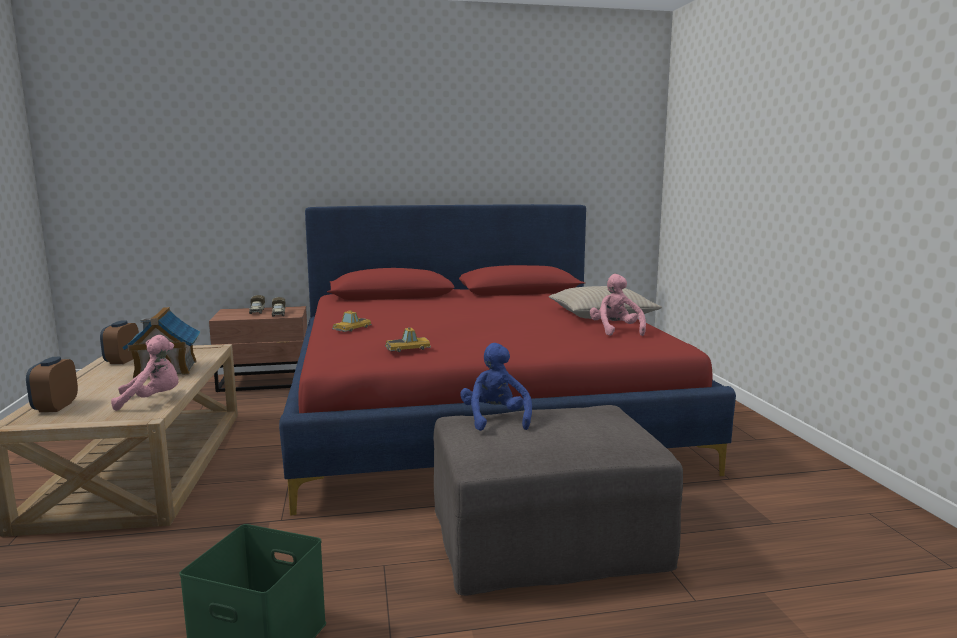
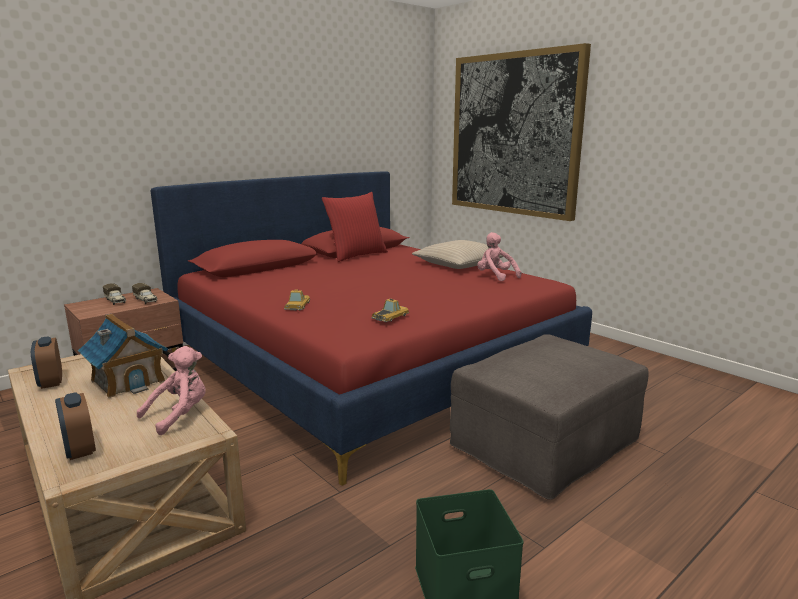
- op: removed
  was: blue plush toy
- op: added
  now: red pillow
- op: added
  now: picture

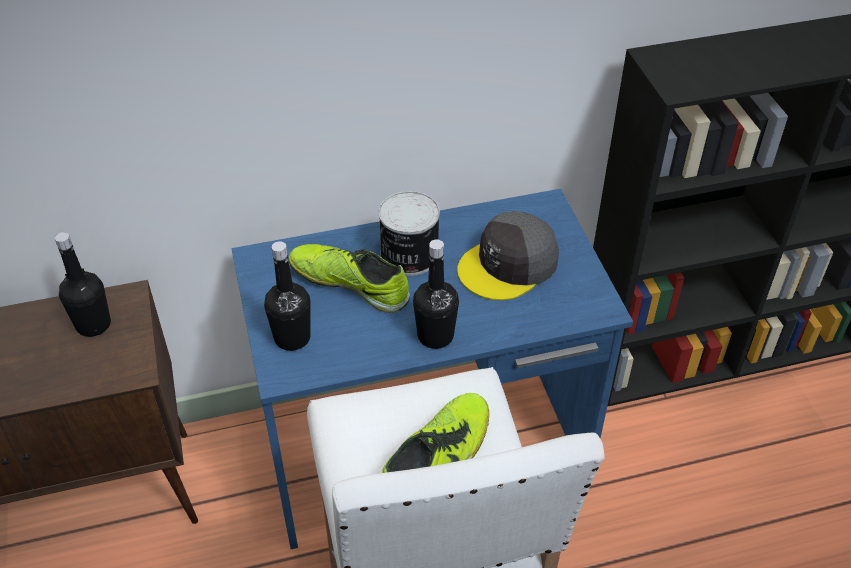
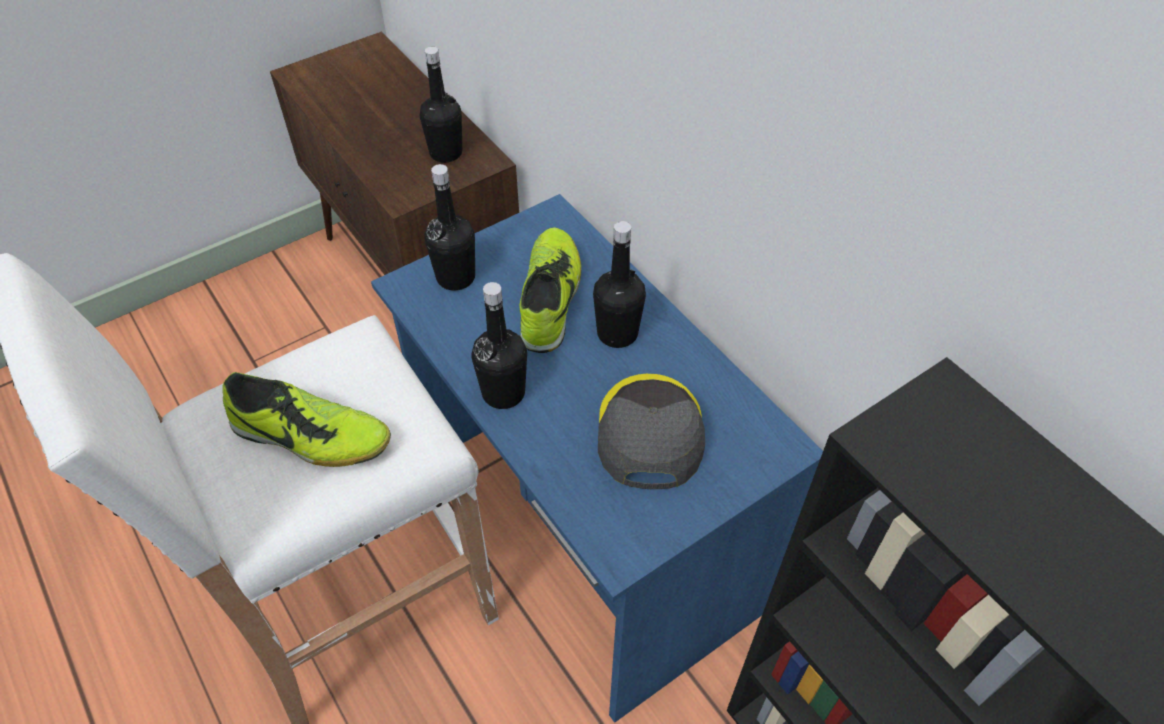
- op: replaced
  was: can
  now: black bottle (4th from left)
- op: turned
  was: grey cap
  clockwise: 60

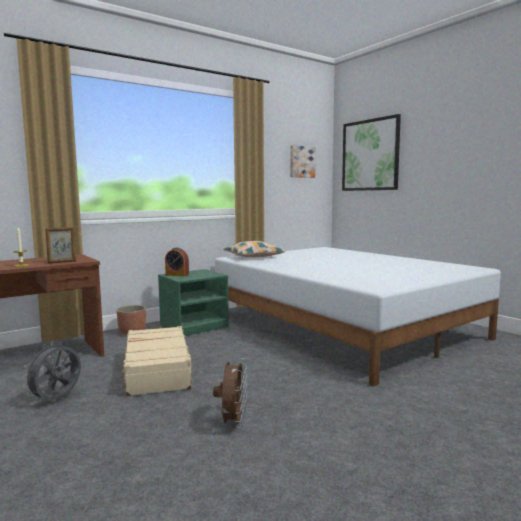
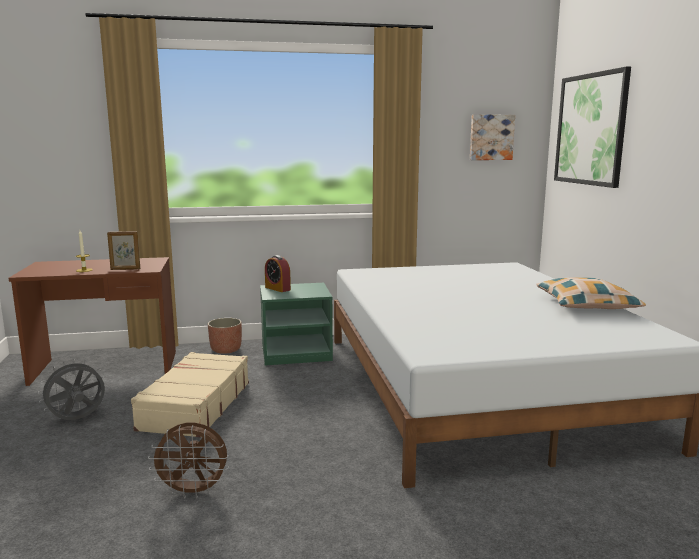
- op: moved
  was: pillow
- op: turned
  was: brown fan
  clockwise: 60

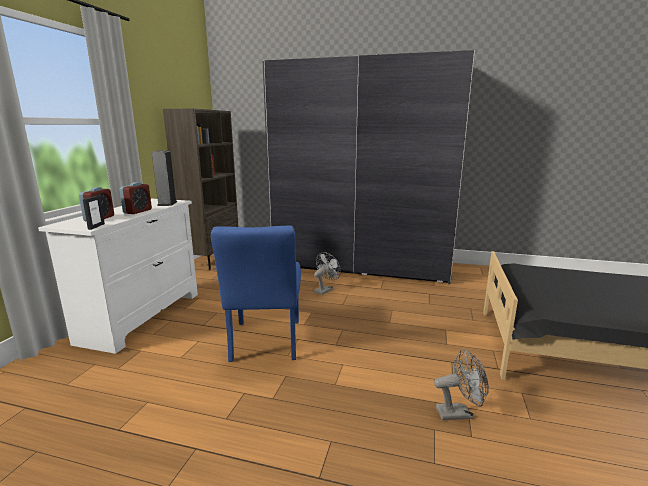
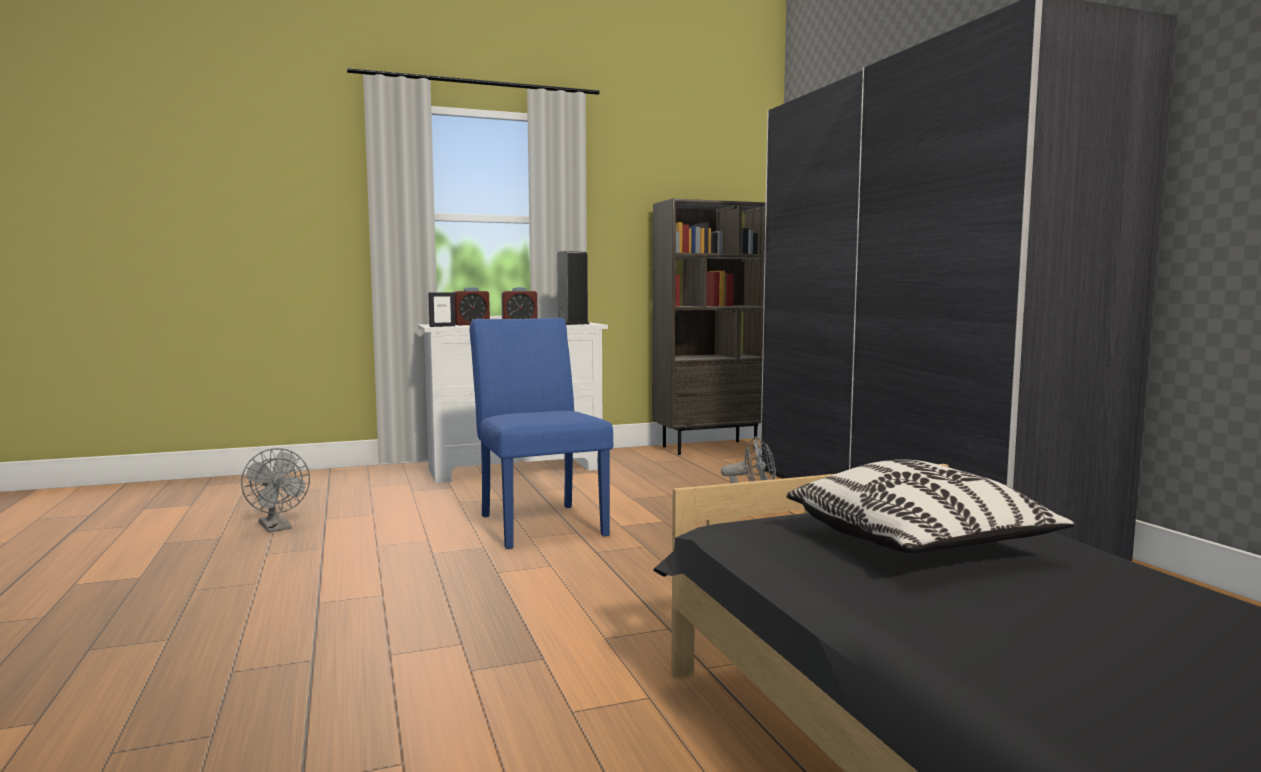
- op: added
  now: pillow
- op: moved
  was: grey fan (2nd from left in the first image)
  now: grey fan (1st from left)
- op: turned
  was: blue chair
  clockwise: 105

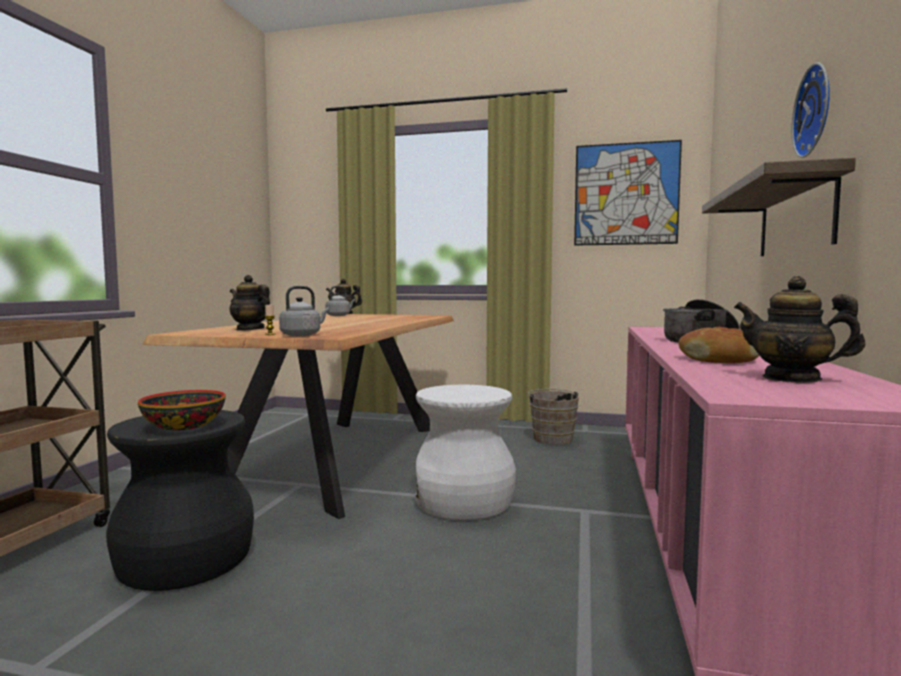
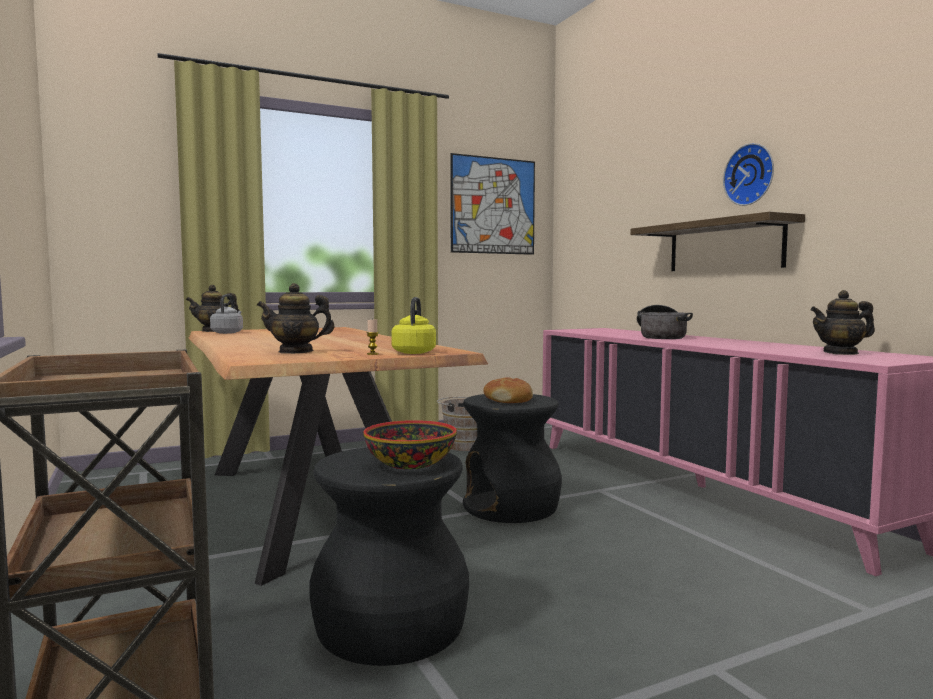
- op: moved
  was: bread
- op: recoloured
  was: grey kettle (1st from left)
  now: yellow kettle
- op: recoloured
  was: white stool
  now: black stool (2nd from left)

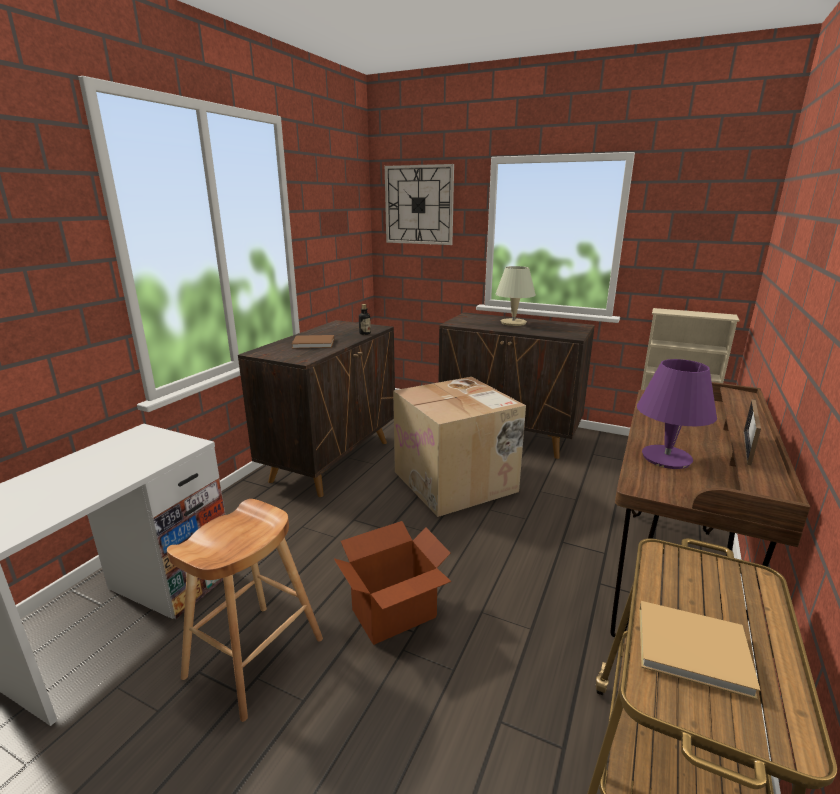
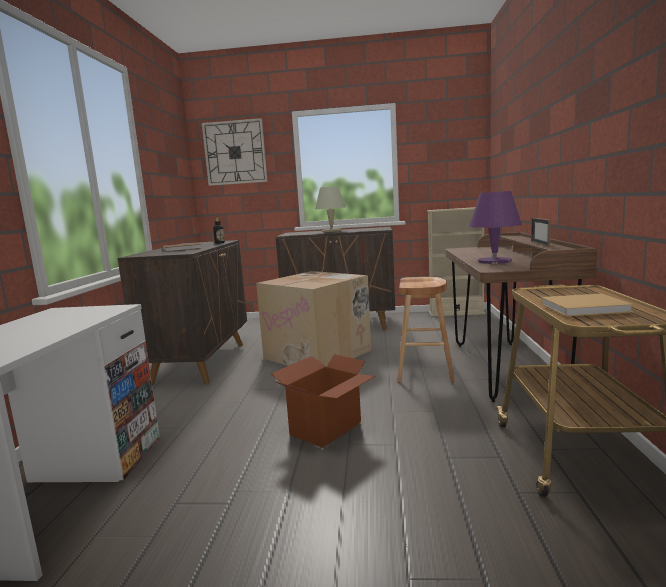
- op: moved
  was: brown stool

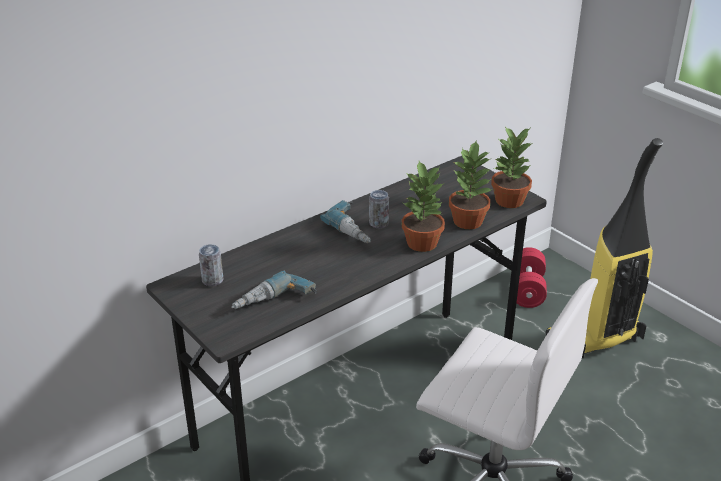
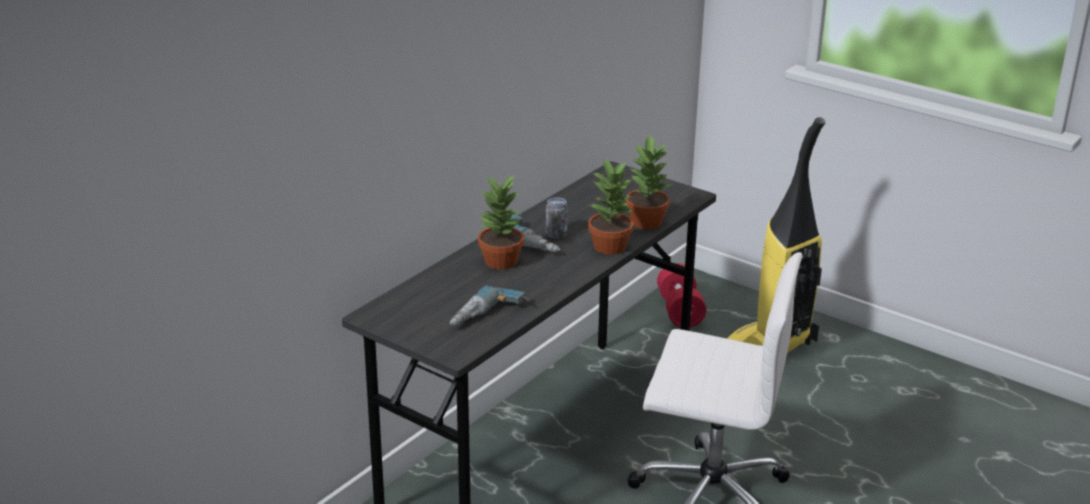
- op: removed
  was: can (1st from left)
- op: moved
  was: potted plant (3rd from left in the first image)
  now: potted plant (1st from left)

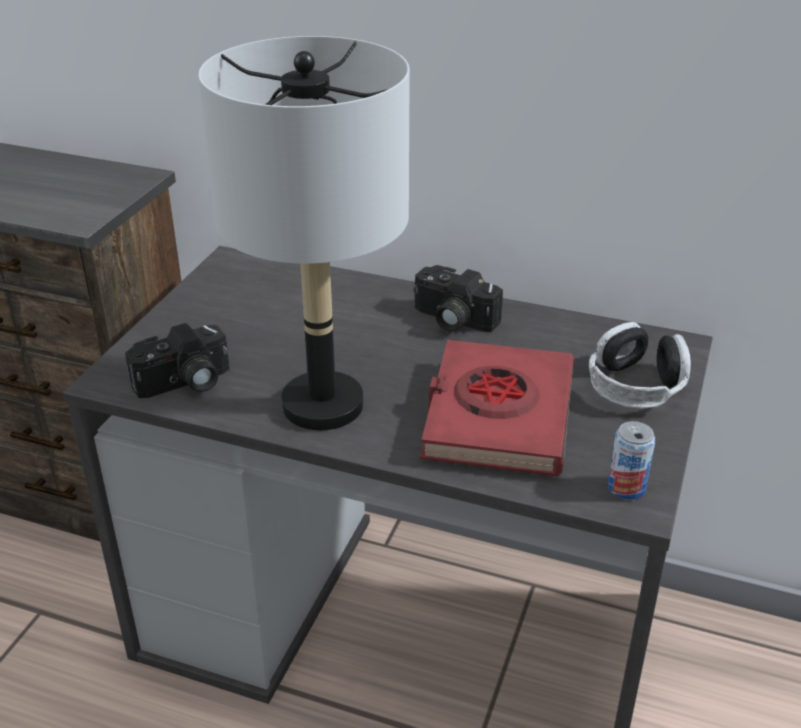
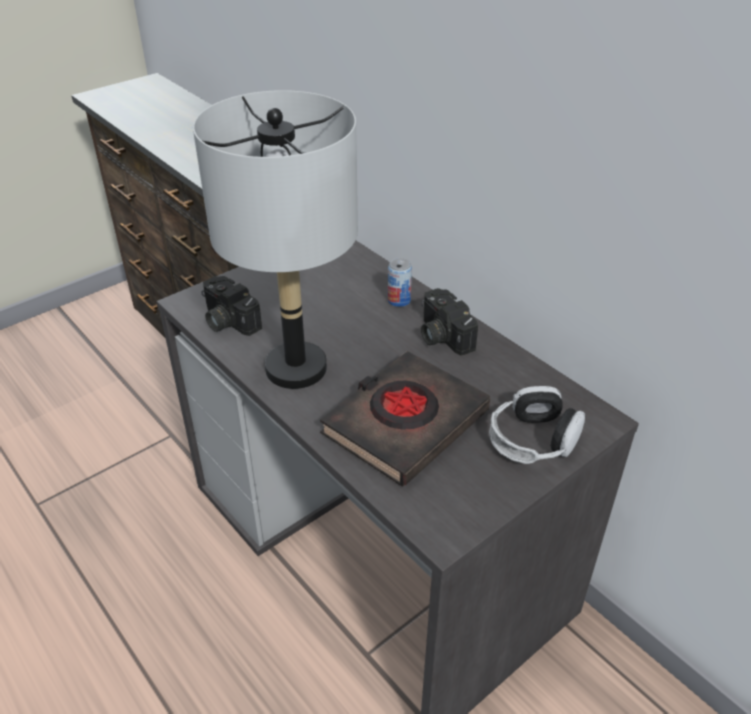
- op: moved
  was: can
- op: recoloured
  was: red book
  now: black book
- op: turned
  was: photo camera (1st from left)
  clockwise: 45

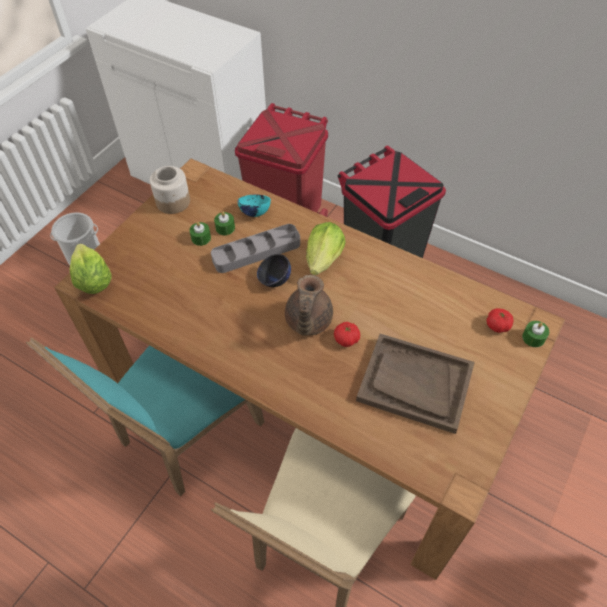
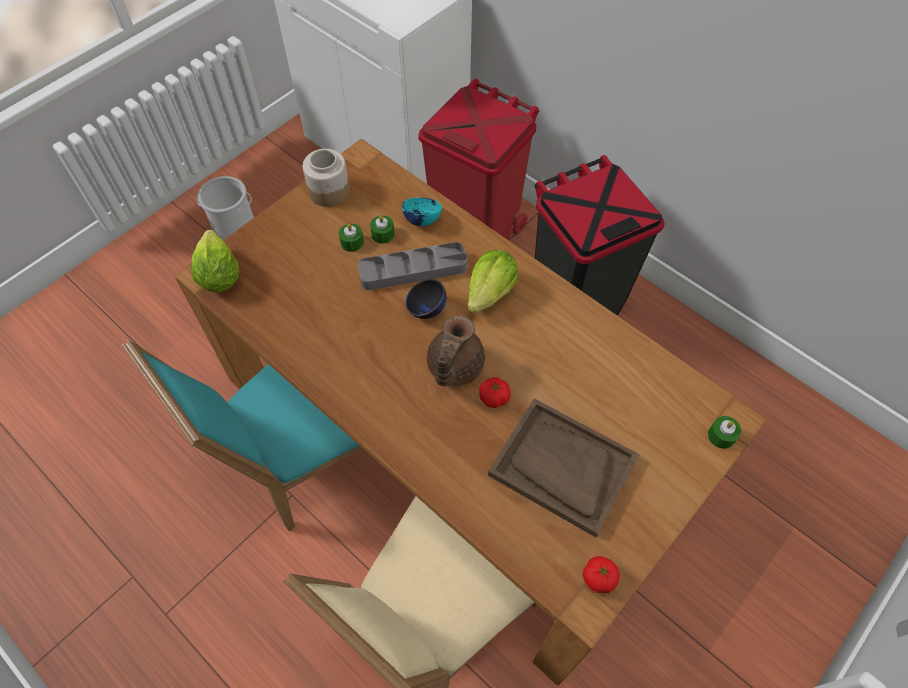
- op: moved
  was: tomato (2nd from left)

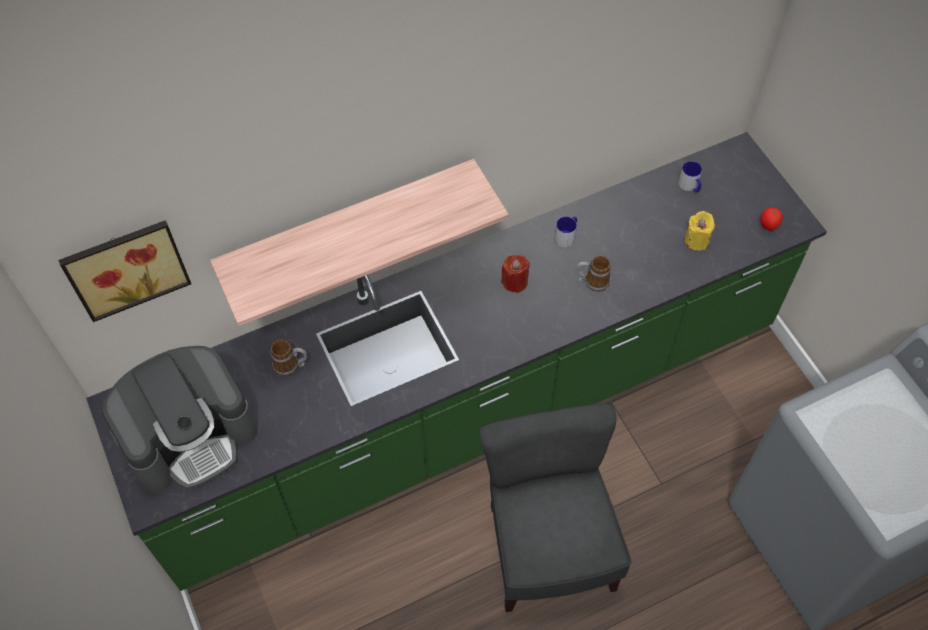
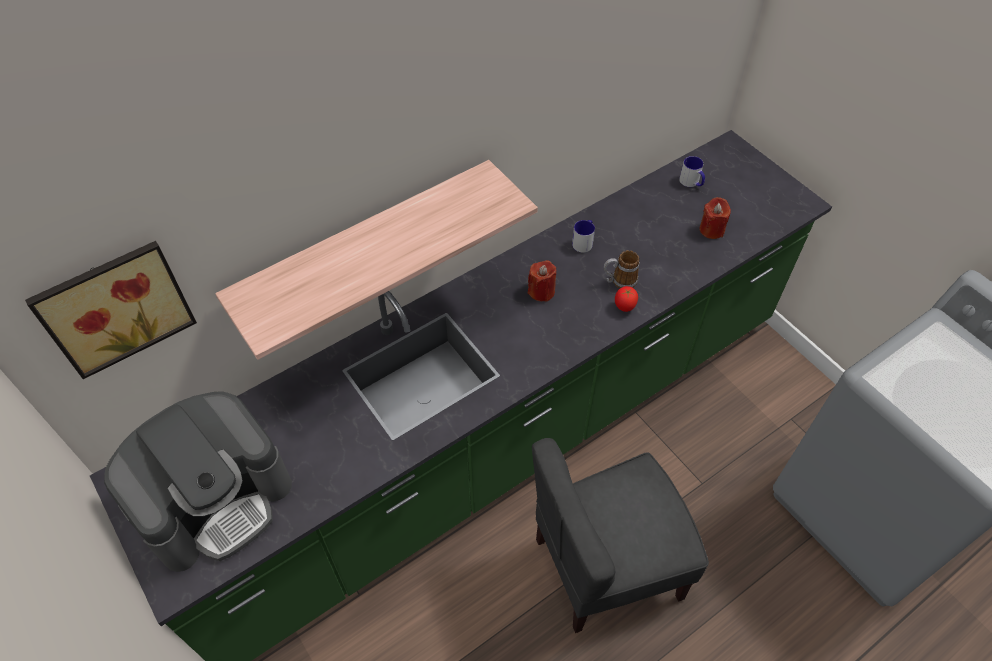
- op: removed
  was: mug (1st from left)
- op: moved
  was: tomato
- op: recoloured
  was: yellow candle
  now: red candle (2nd from left)
- op: turned
  was: grey chair
  clockwise: -90

